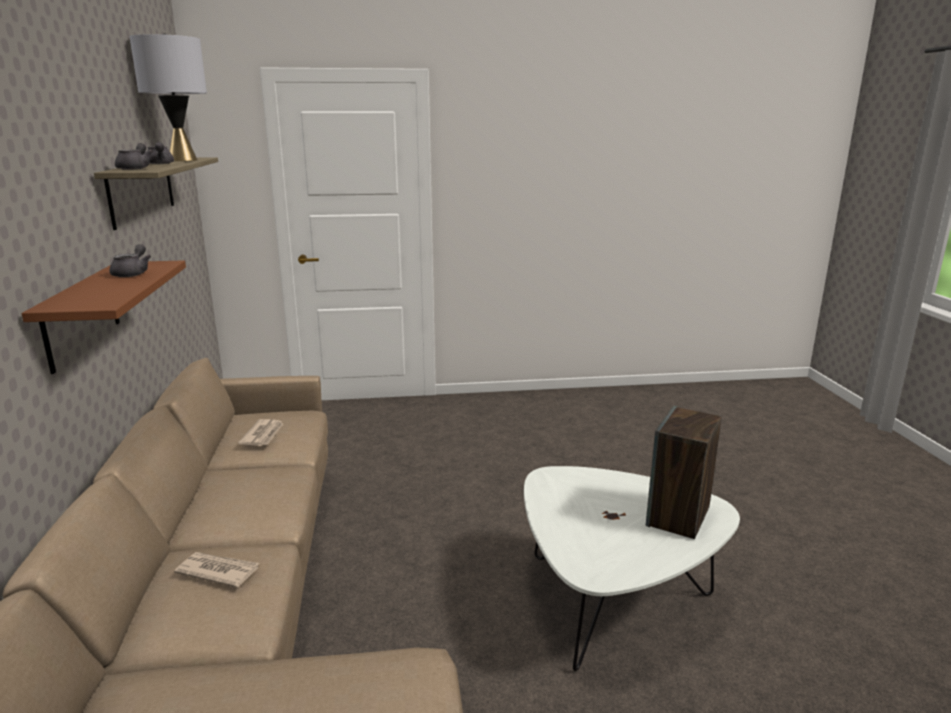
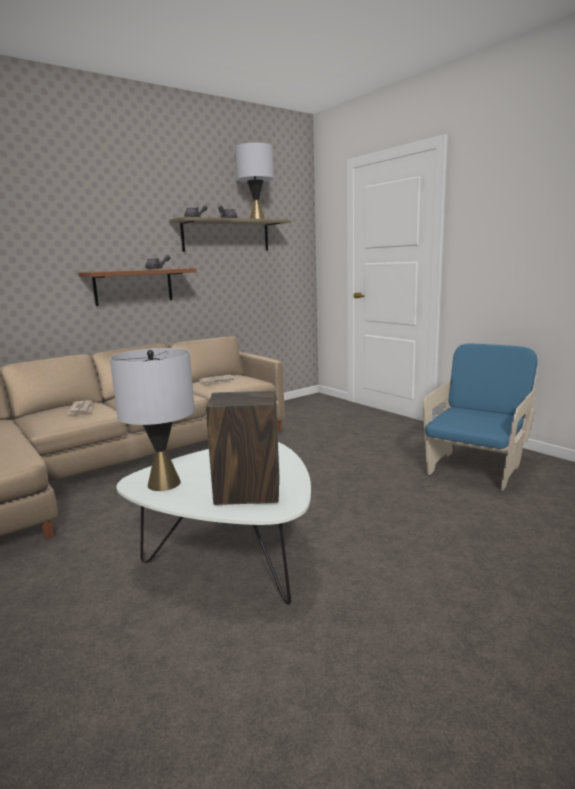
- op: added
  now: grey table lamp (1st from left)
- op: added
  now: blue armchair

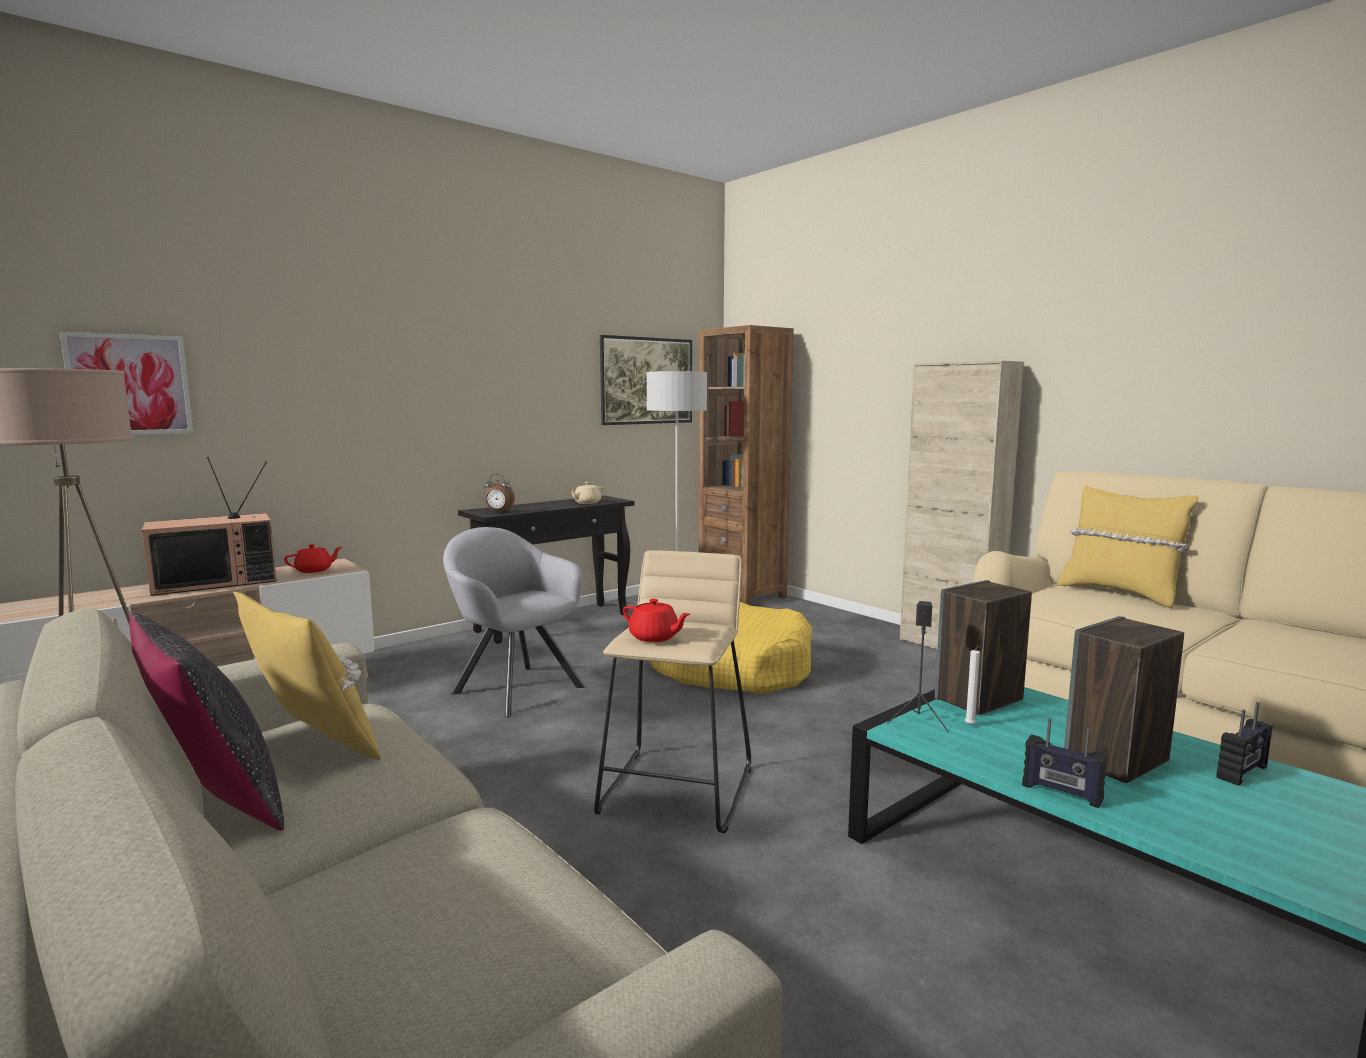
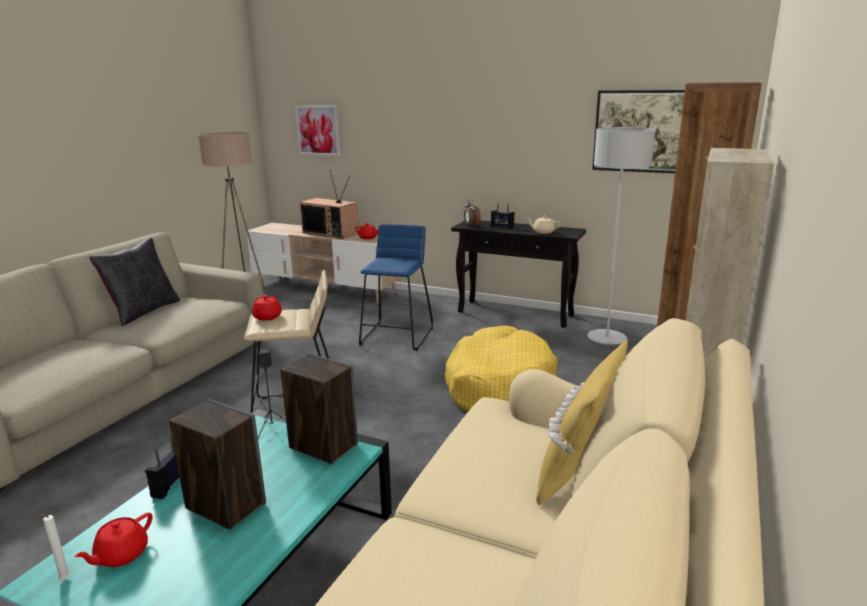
- op: removed
  was: yellow pillow (1st from left)
- op: added
  now: red teapot (1st from left)
- op: moved
  was: white candle
- op: moved
  was: radio (2nd from left)
- op: replaced
  was: grey armchair
  now: blue stool

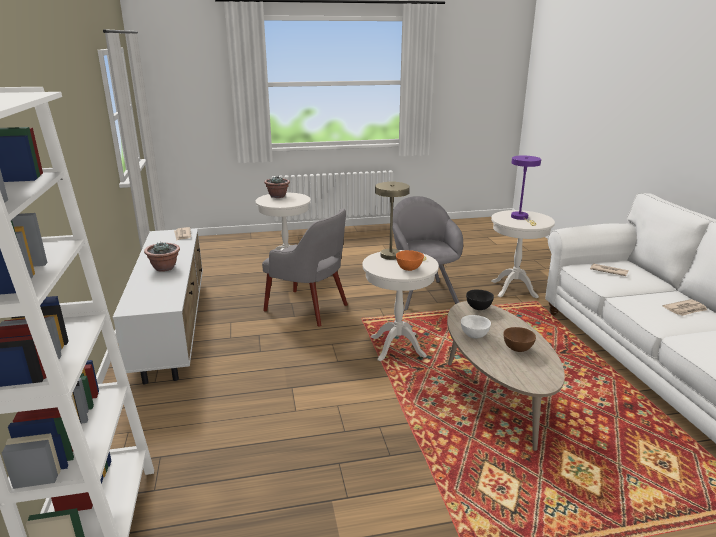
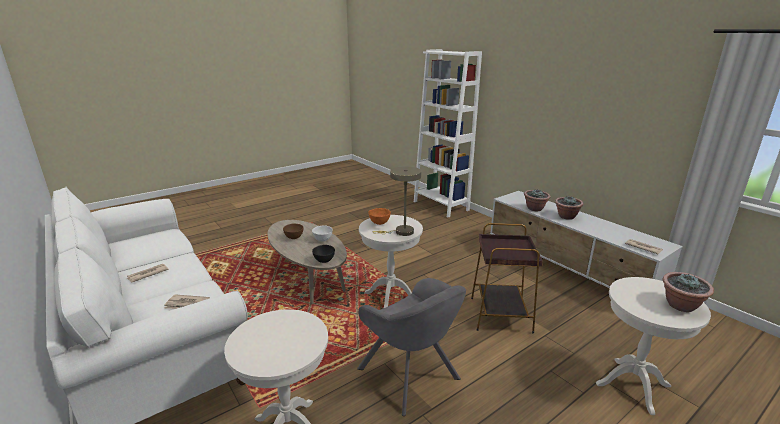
- op: removed
  was: purple table lamp
- op: added
  now: potted plant (1st from left)
- op: replaced
  was: grey armchair (1st from left)
  now: brown side table

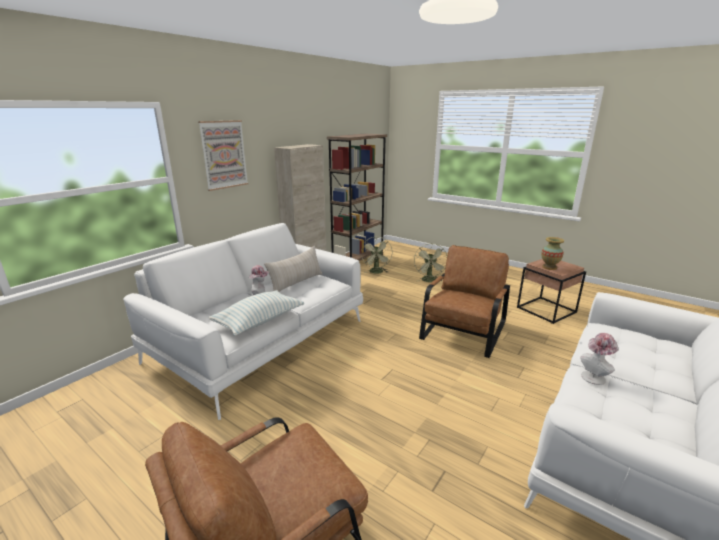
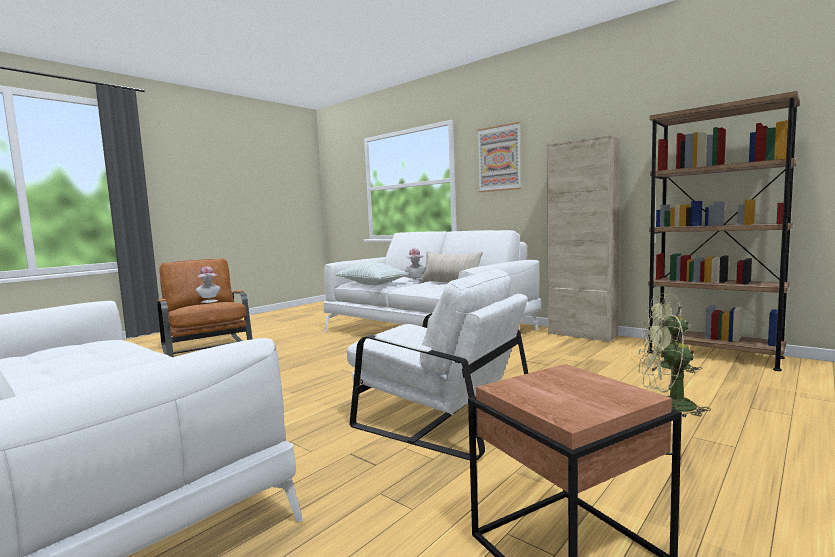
- op: removed
  was: vase
- op: moved
  was: hat (2nd from left in the first image)
  now: hat (1st from left)
- op: recoloured
  was: brown armchair (2nd from left)
  now: white armchair

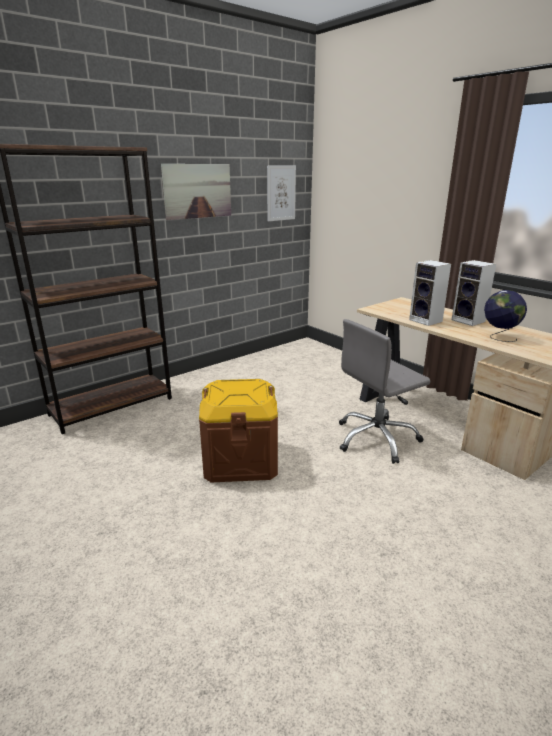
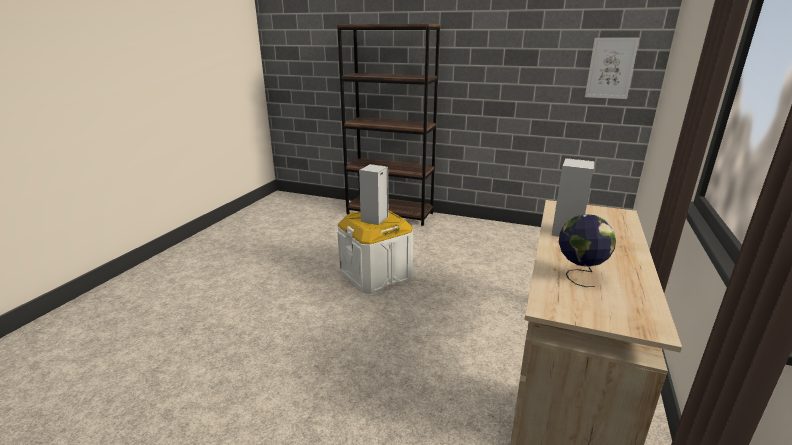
- op: removed
  was: picture (1st from left)
- op: removed
  was: grey office chair
- op: moved
  was: speaker (2nd from left in the first image)
  now: speaker (1st from left)
- op: recoloured
  was: brown storage box
  now: white storage box

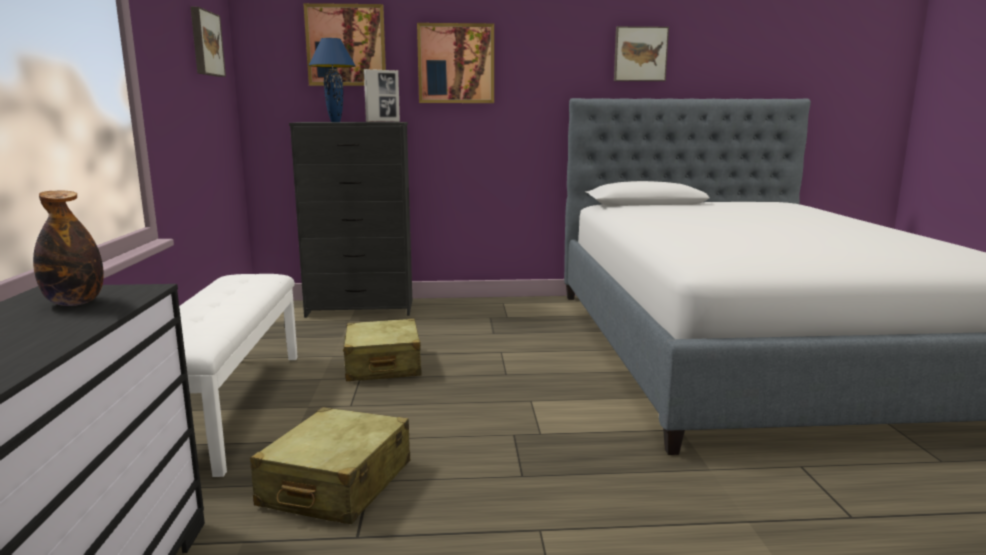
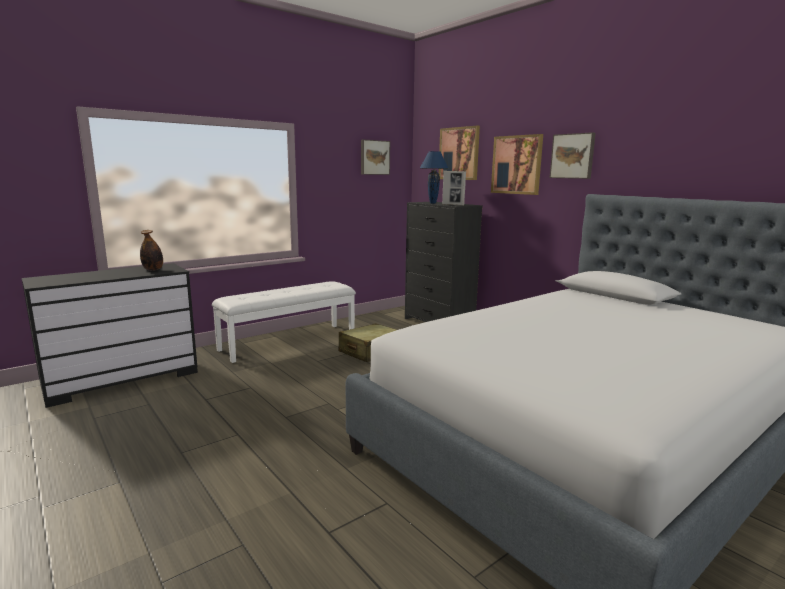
- op: removed
  was: beige suitcase (1st from left)
- op: moved
  was: picture (4th from left)

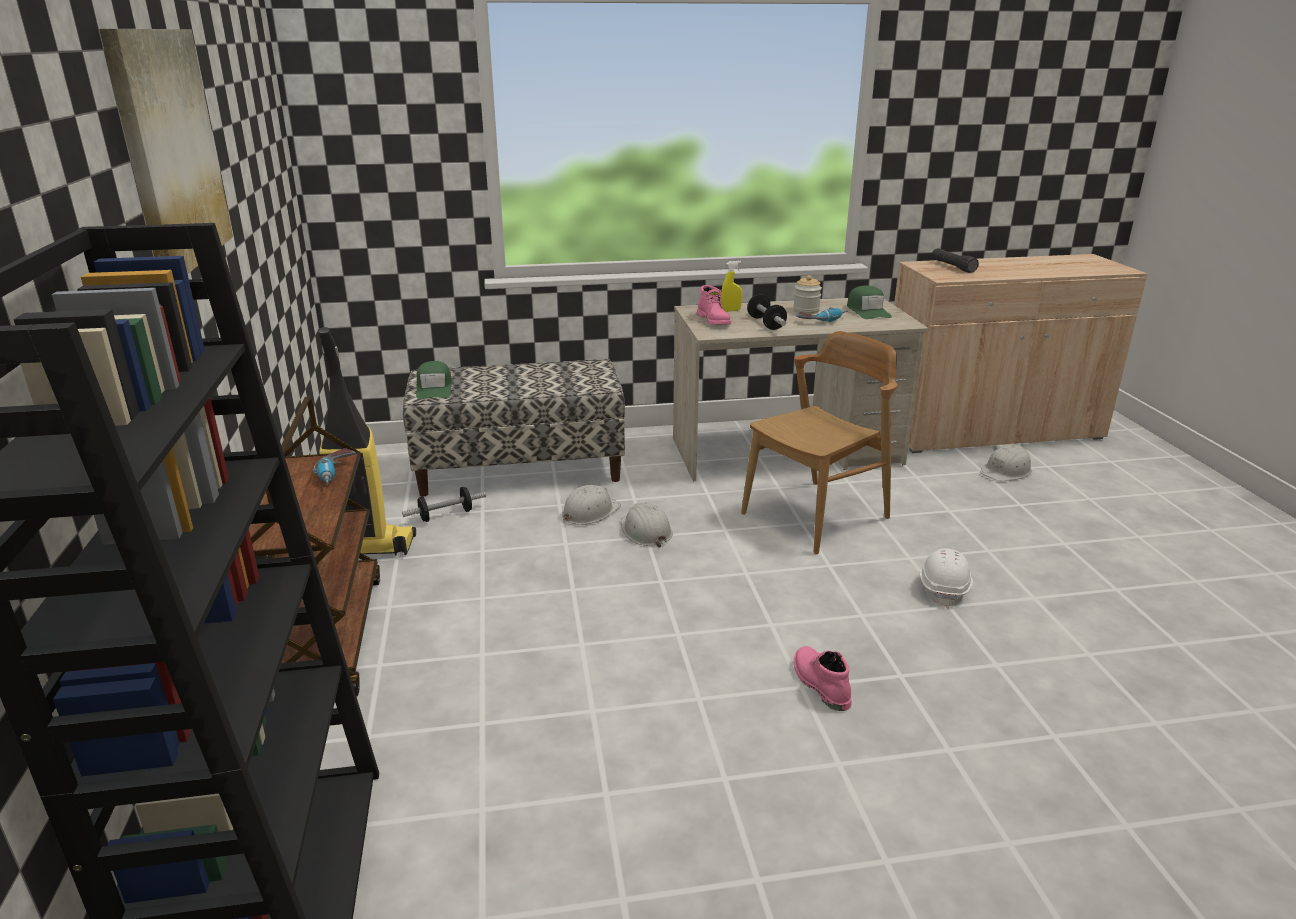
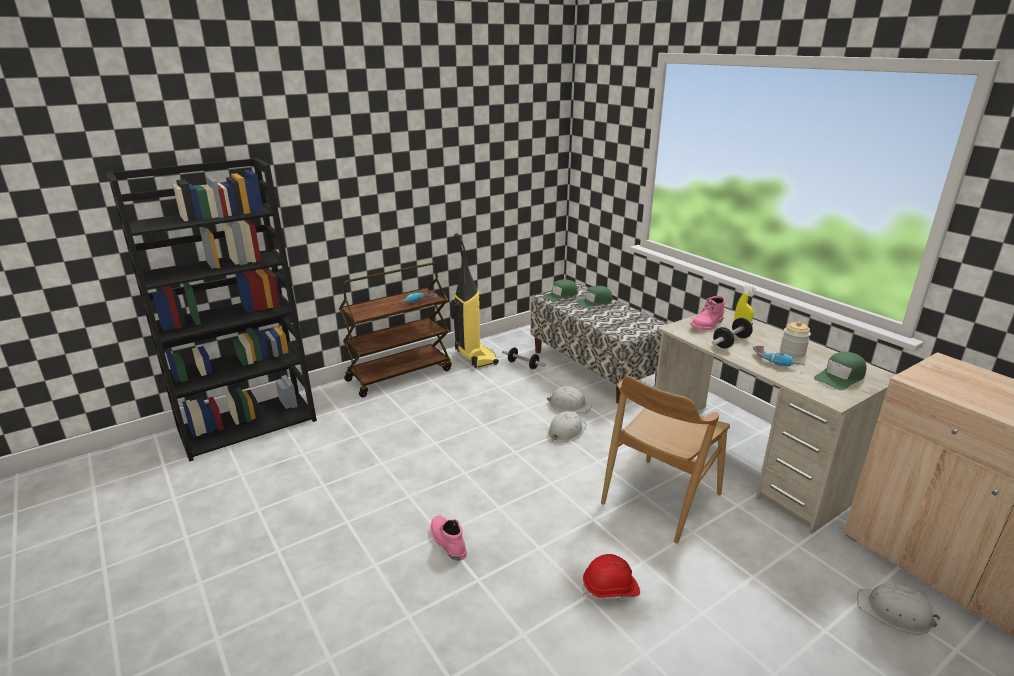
- op: removed
  was: picture
- op: removed
  was: black flashlight
- op: added
  now: green cap (2nd from left)
- op: recoloured
  was: white hard hat (3rd from left)
  now: red hard hat
- op: turned
  was: brown chair
  clockwise: 105
- op: turned
  was: pink boot (2nd from left in the first image)
  clockwise: -75

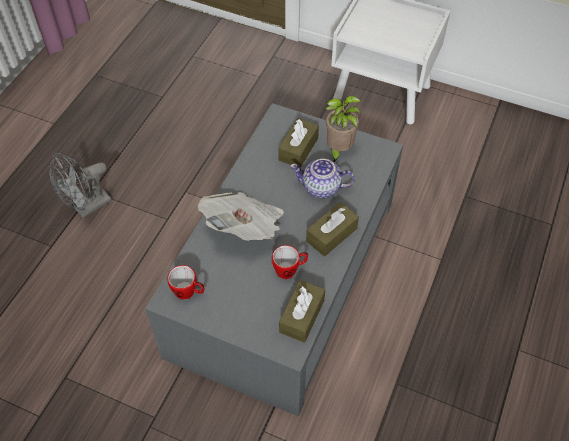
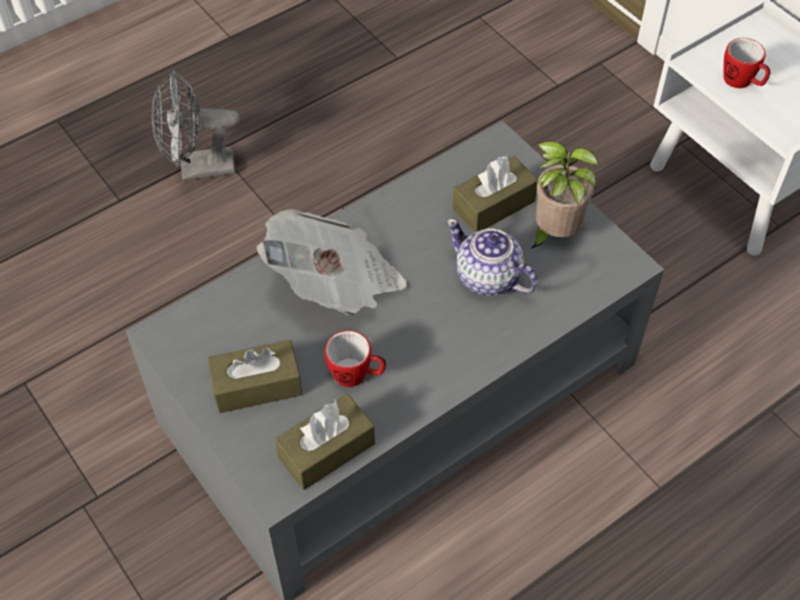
- op: moved
  was: mug (1st from left in the first image)
  now: mug (2nd from left)
- op: moved
  was: brown tissue box (3rd from left in the first image)
  now: brown tissue box (1st from left)

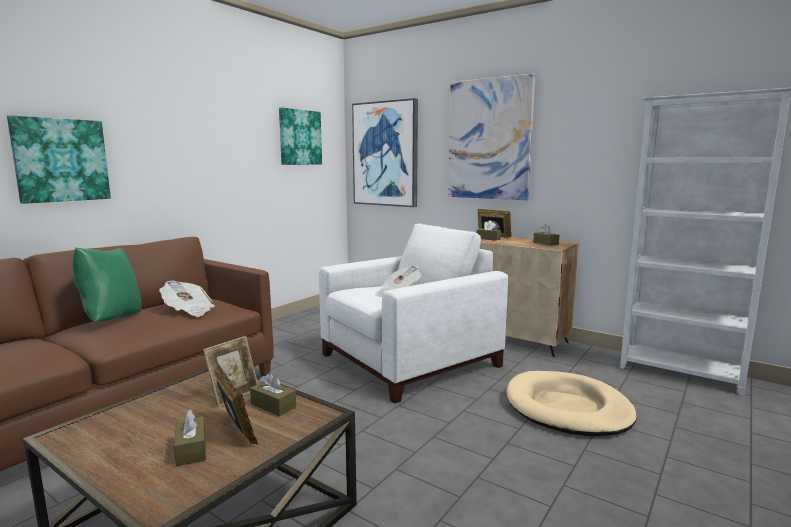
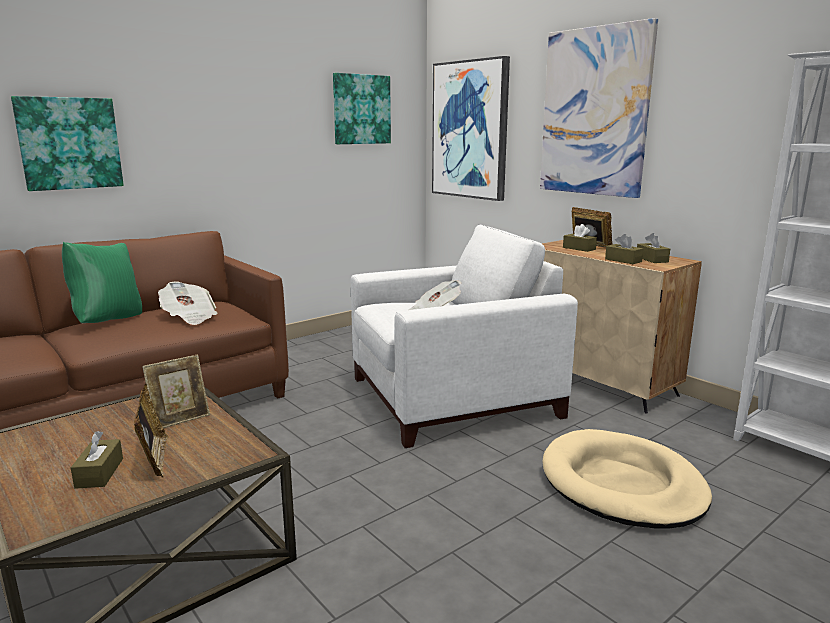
- op: moved
  was: brown tissue box (2nd from left in the first image)
  now: brown tissue box (3rd from left)

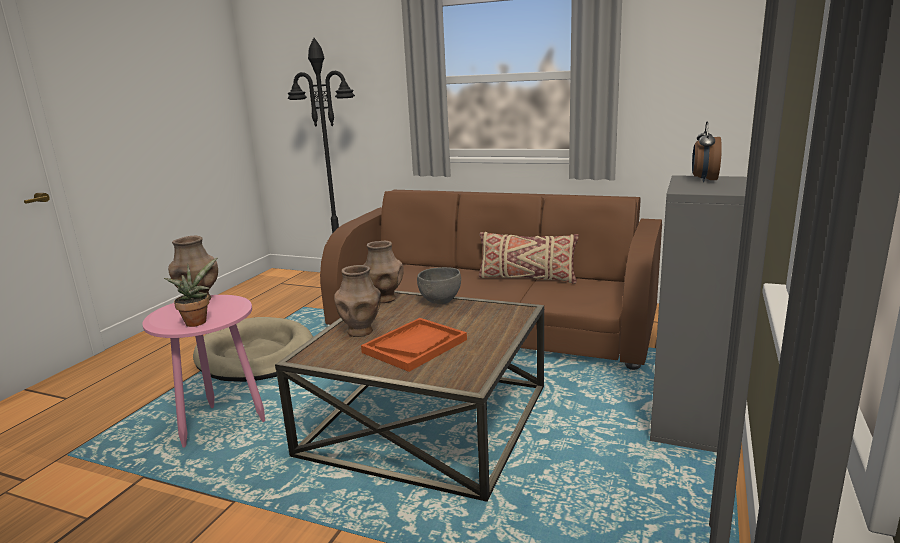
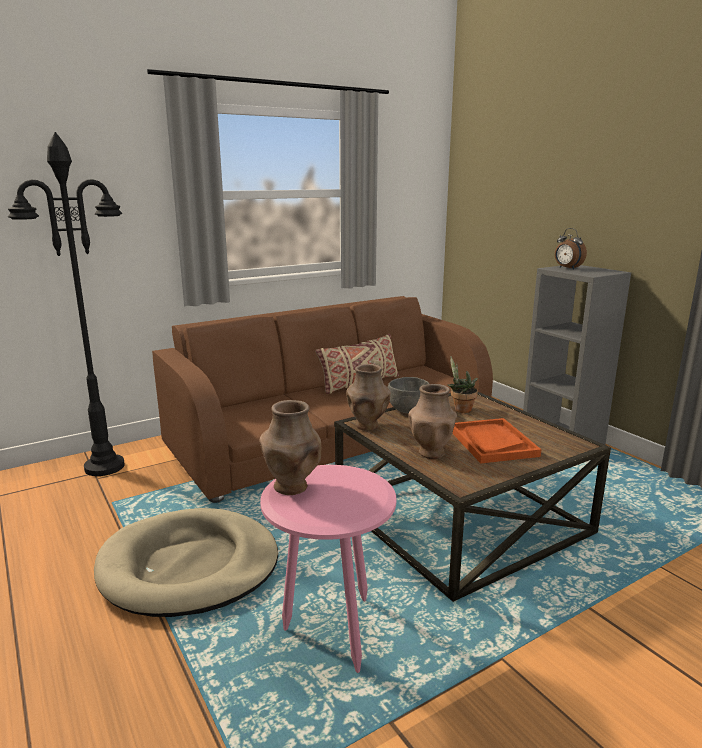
- op: moved
  was: potted plant

